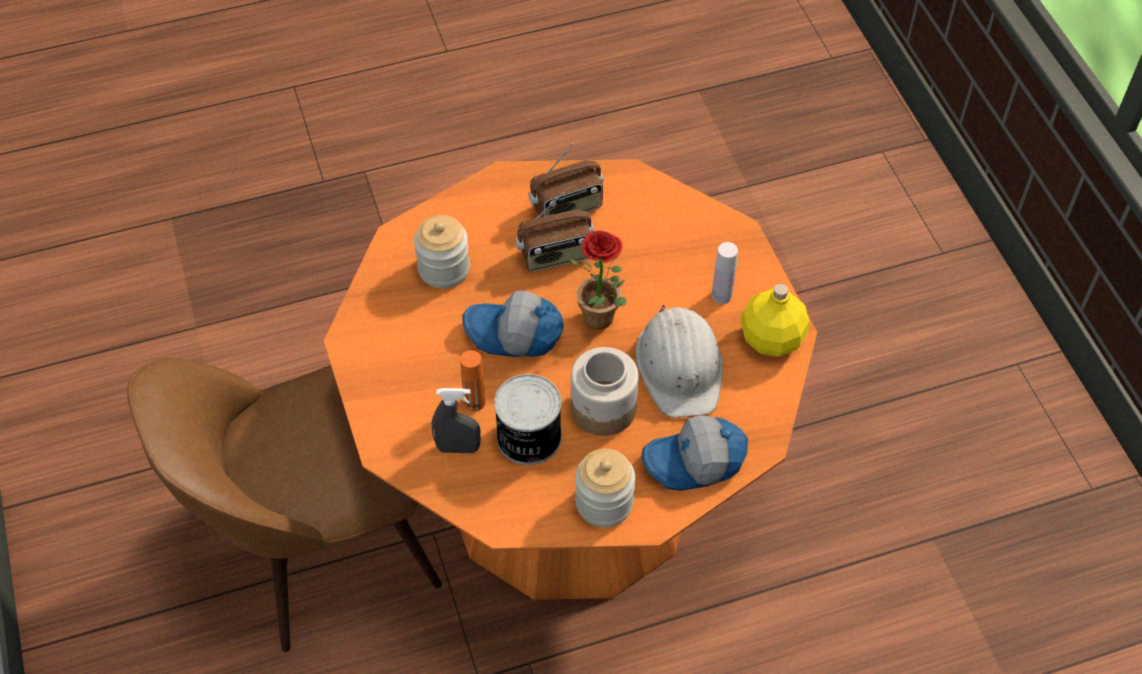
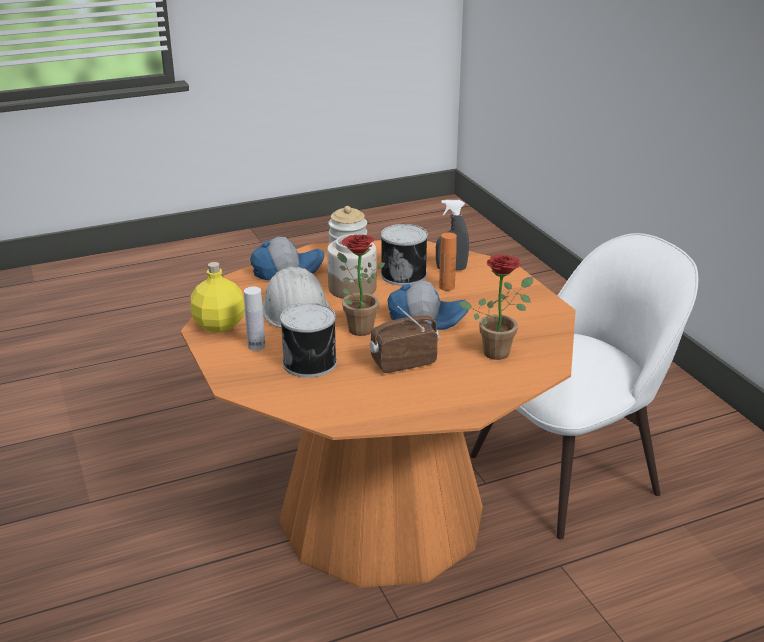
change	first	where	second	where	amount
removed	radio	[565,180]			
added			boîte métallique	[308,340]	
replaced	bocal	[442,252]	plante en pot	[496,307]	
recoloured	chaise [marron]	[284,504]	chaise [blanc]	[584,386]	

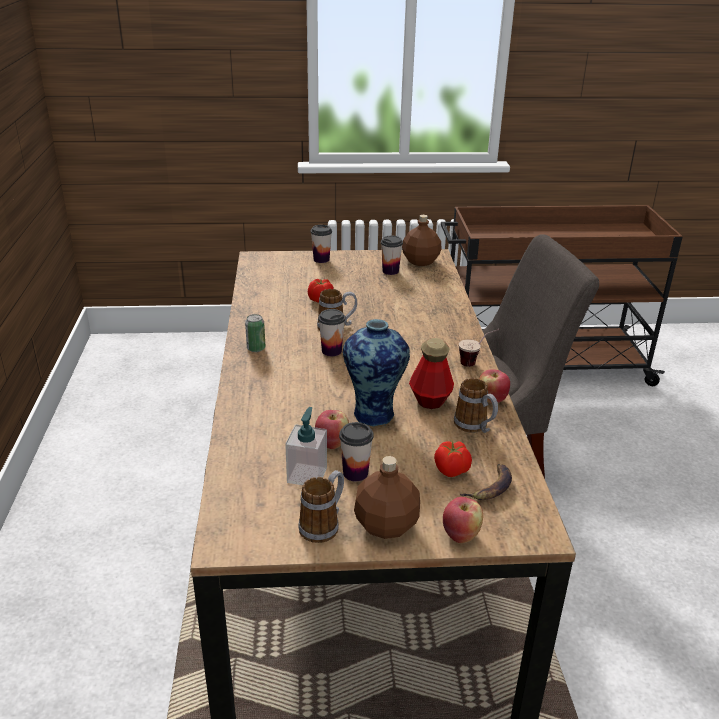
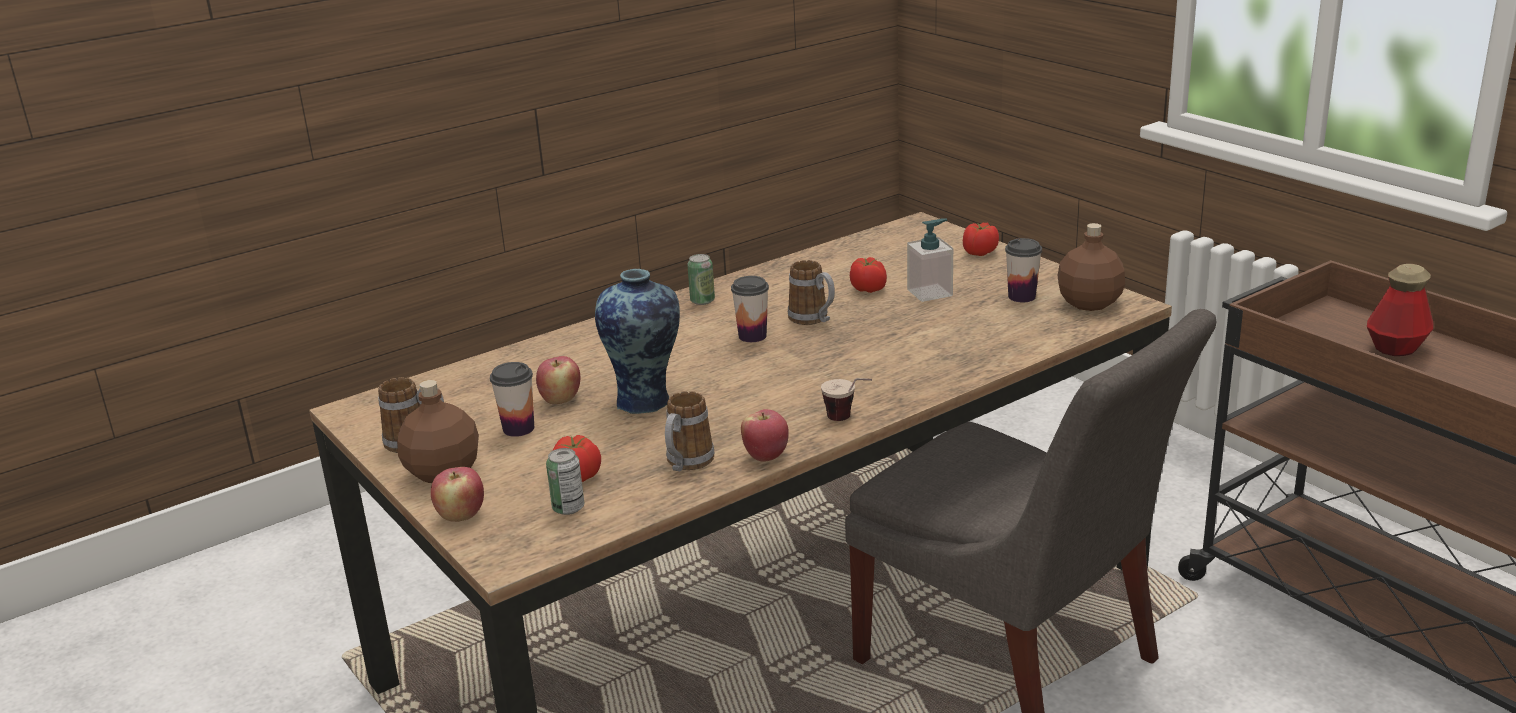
change	first	where	second	where	amount
moved	distributeur de savon	[306,446]		[930,260]	
moved	bouteille	[431,373]		[1400,310]	
replaced	tasse	[321,244]	tomate	[981,239]	
replaced	banane	[486,482]	boîte métallique	[565,481]	

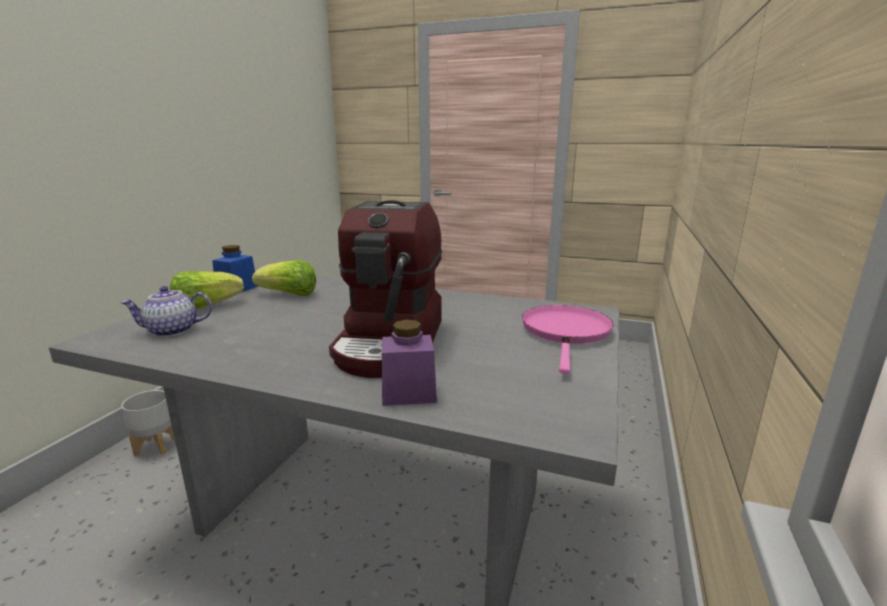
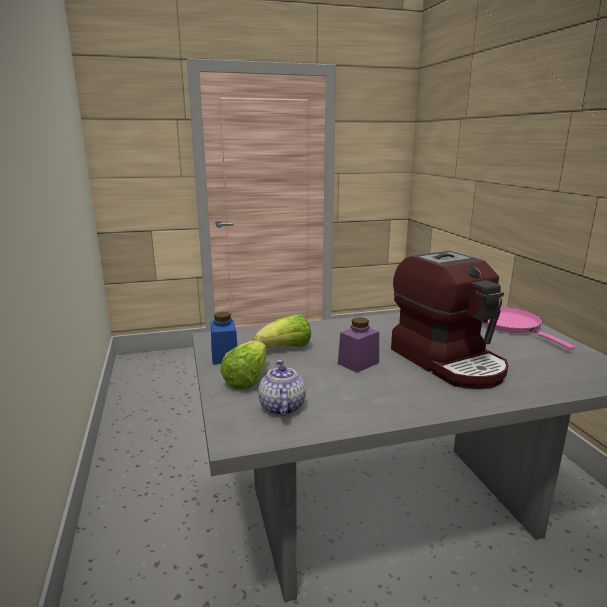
change	first	where	second	where	amount
removed	cache-pot [gris]	[148,423]			
moved	bocal [violet]	[409,363]		[358,345]	
turned	théière	[166,311]		[282,388]	135 degrees clockwise

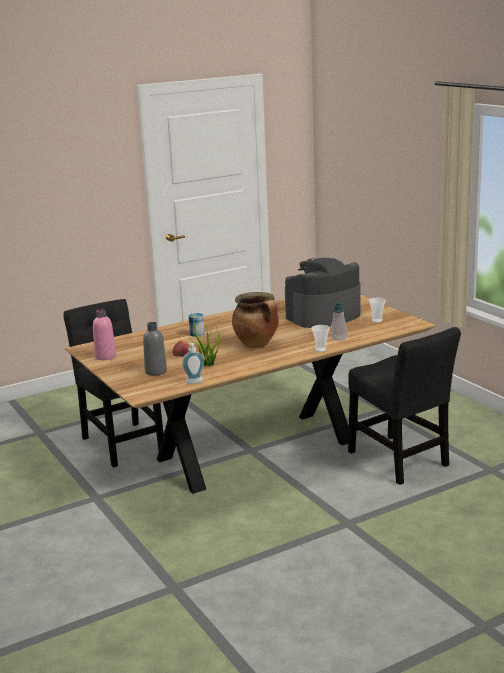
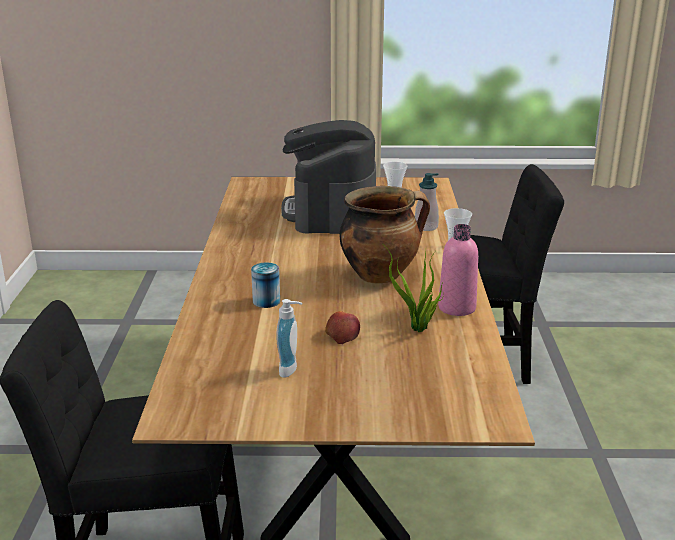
change	first	where	second	where	amount
removed	bouteille [gris]	[155,349]			
moved	bouteille [rose]	[104,334]		[458,270]	
moved	distributeur de savon	[193,363]		[289,338]	

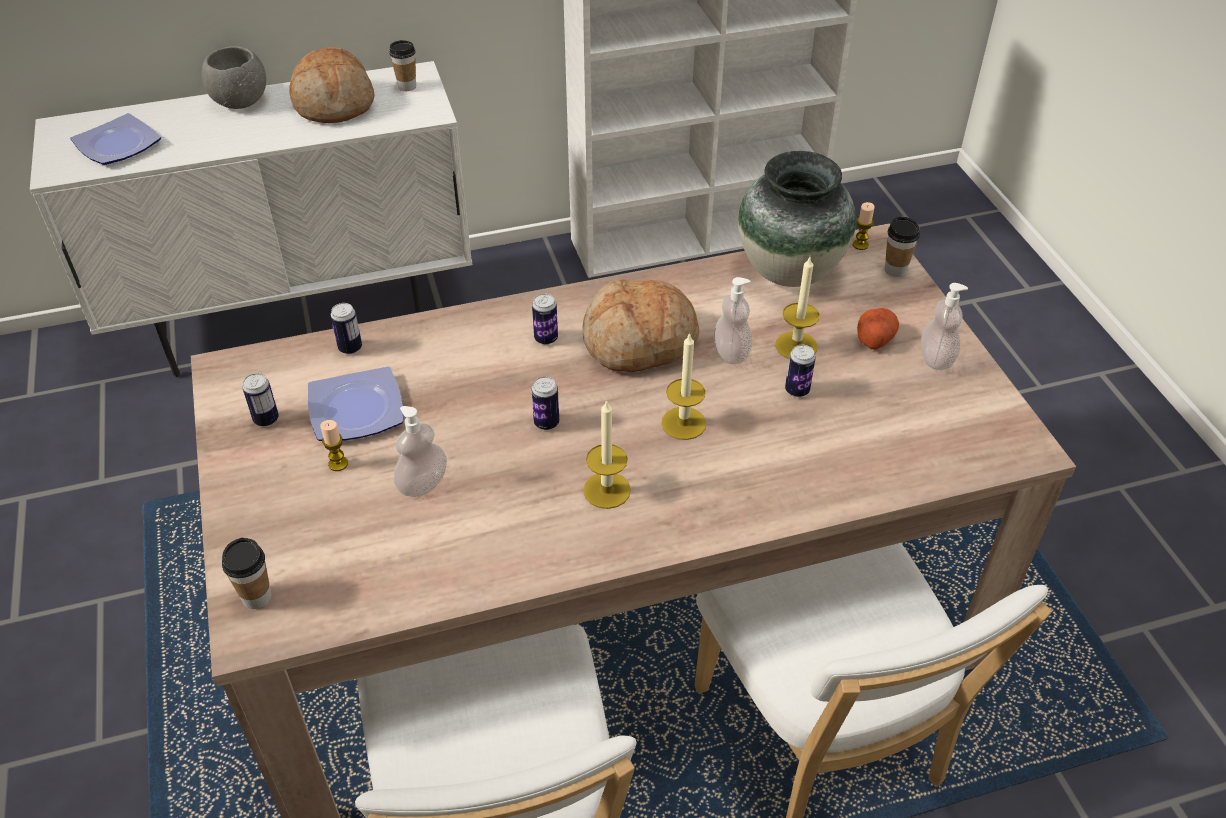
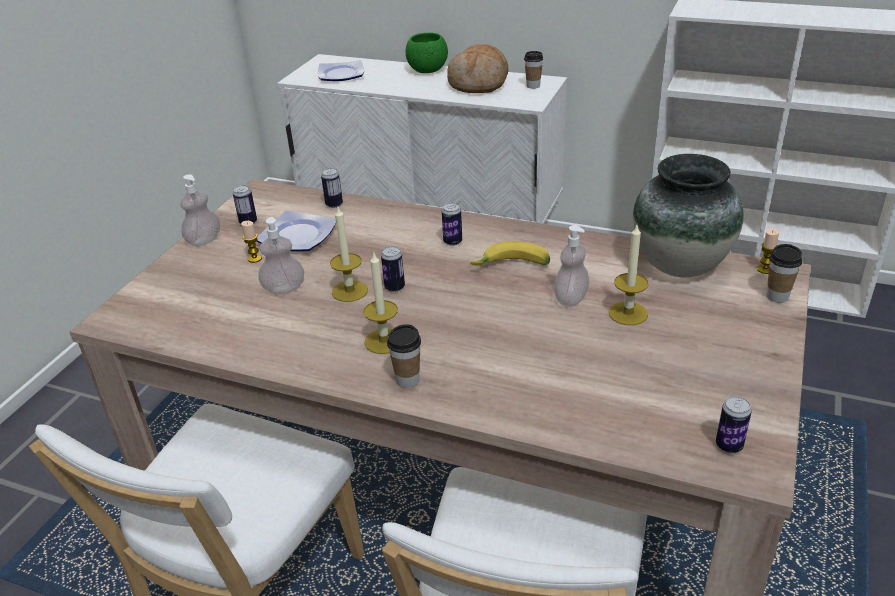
change	first	where	second	where	amount
removed	pomme de terre	[878,329]			
moved	tasse	[246,573]		[404,356]	
moved	bougie	[683,386]		[349,254]	
moved	boîte métallique	[800,371]		[734,424]	
moved	distributeur de savon	[944,326]		[200,210]	
replaced	pain	[640,325]	banane	[510,253]	
recoloured	bol [gris]	[233,77]	bol [vert]	[427,53]	

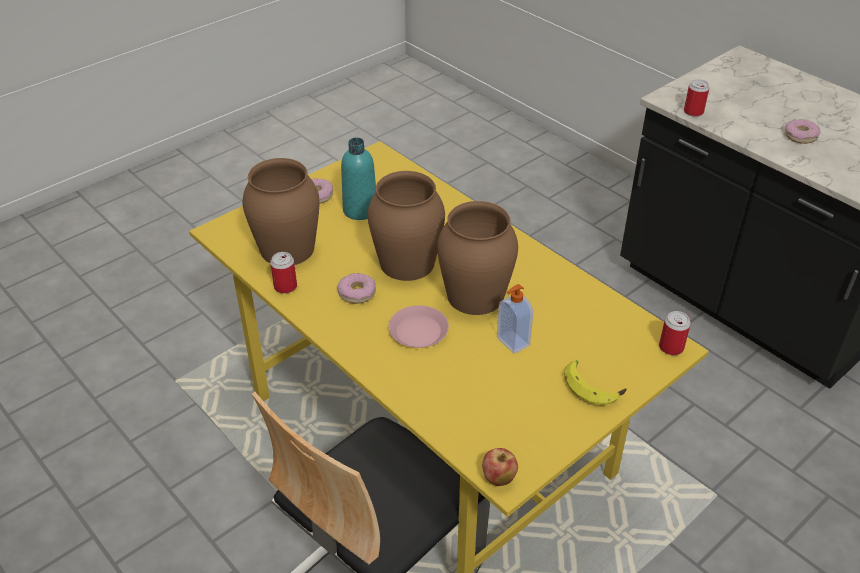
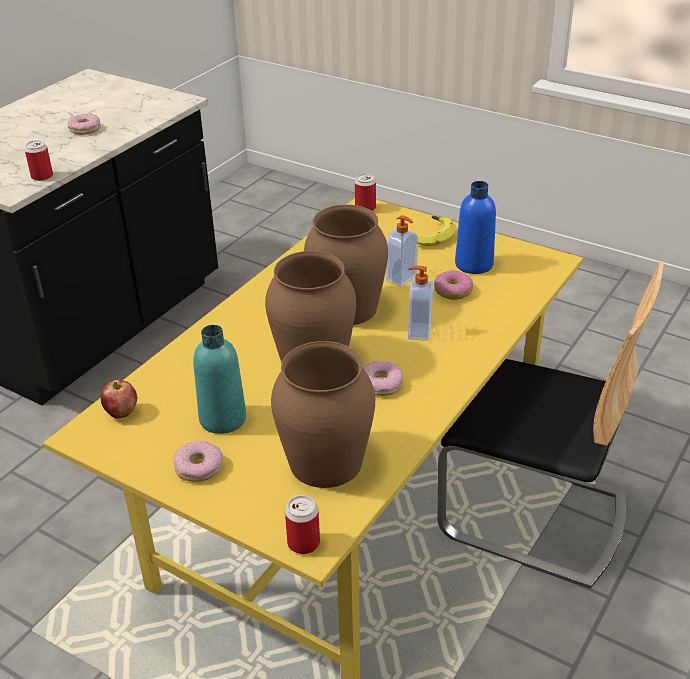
change	first	where	second	where	amount
added			beignet	[453,285]	
added			bouteille [bleu]	[475,227]	
moved	boîte métallique	[283,273]		[302,524]	
moved	pomme	[500,467]		[119,399]	
replaced	assiette [rose]	[418,326]	distributeur de savon	[420,303]	

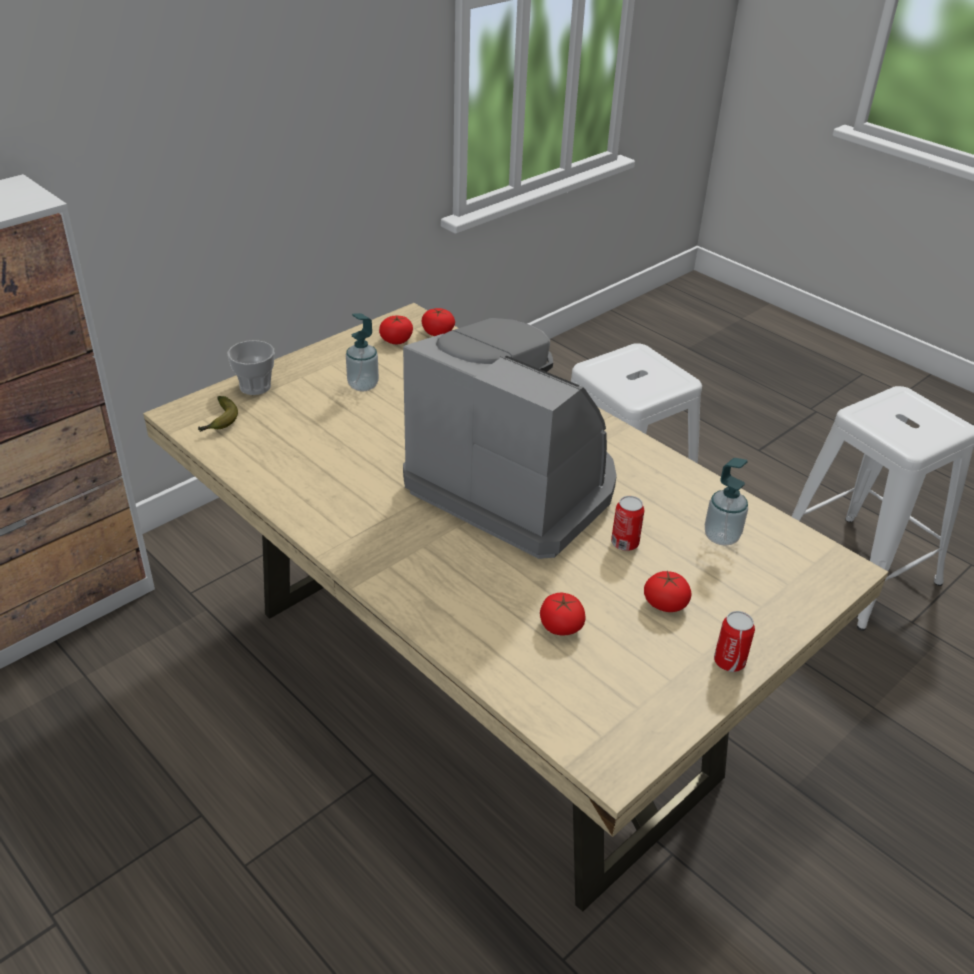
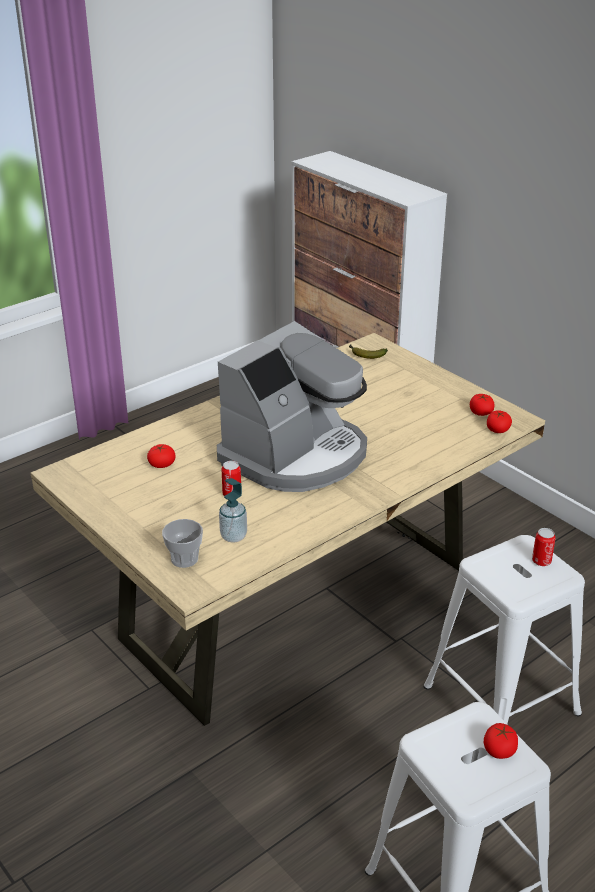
change	first	where	second	where	amount
removed	distributeur de savon	[362,352]			
moved	tasse	[251,367]		[182,543]	
moved	tomate	[668,591]		[501,741]	
moved	boîte métallique	[734,641]		[544,547]	

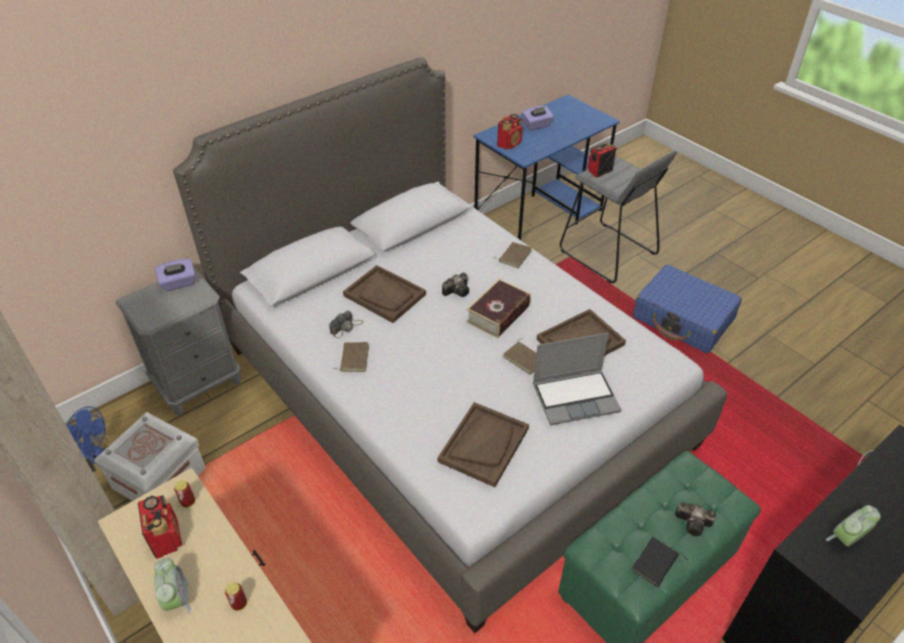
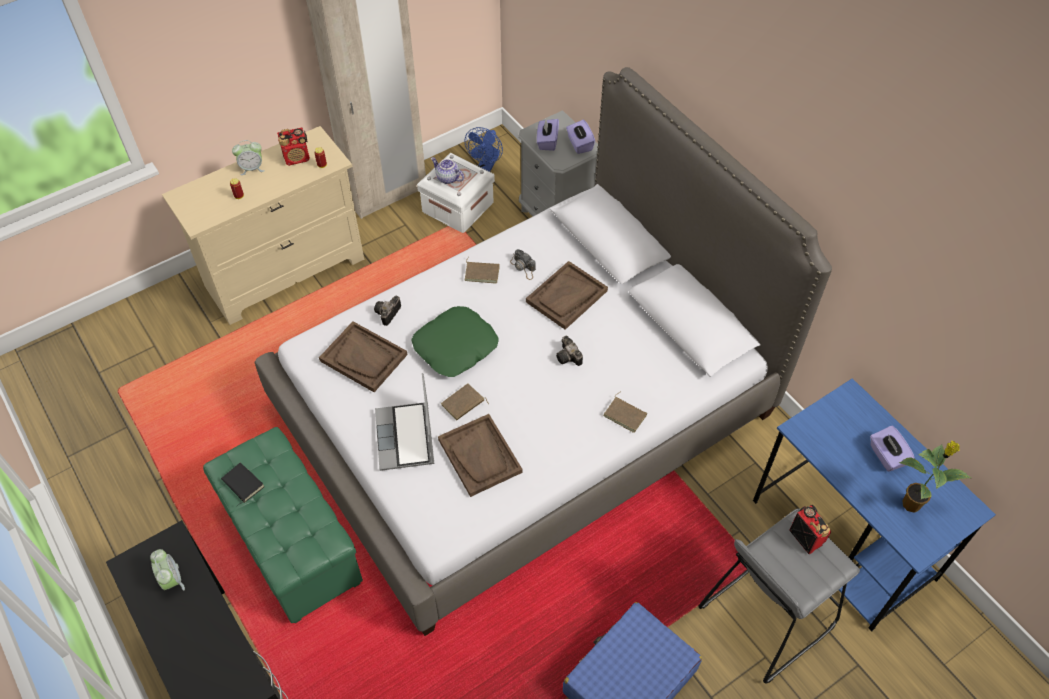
change	first	where	second	where	amount
removed	livre	[498,308]			
removed	radio	[510,132]			
added			coussin [vert]	[455,341]	
added			théière	[447,170]	
added			boîte à mouchoirs [violet]	[548,135]	
added			plante en pot	[935,477]	
moved	appareil photo	[695,519]		[387,311]	

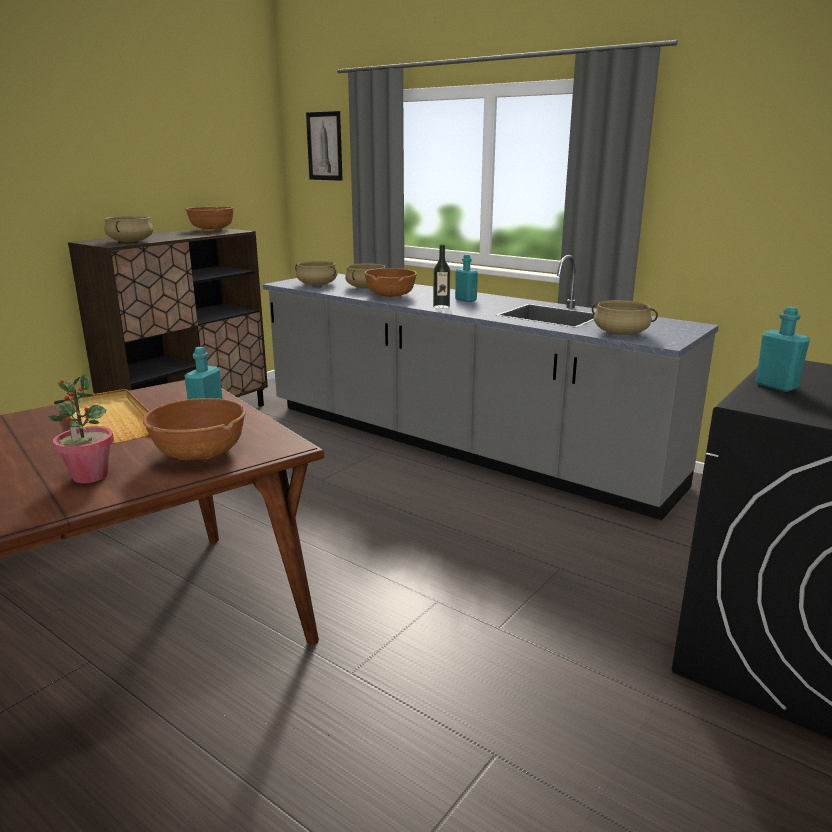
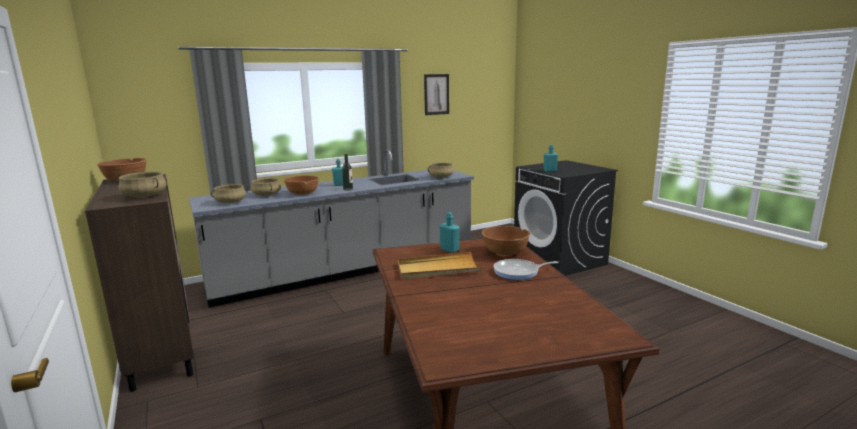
change	first	where	second	where	amount
moved	tableau	[324,146]		[436,94]	
replaced	plante en pot	[81,428]	poêle	[526,269]	

